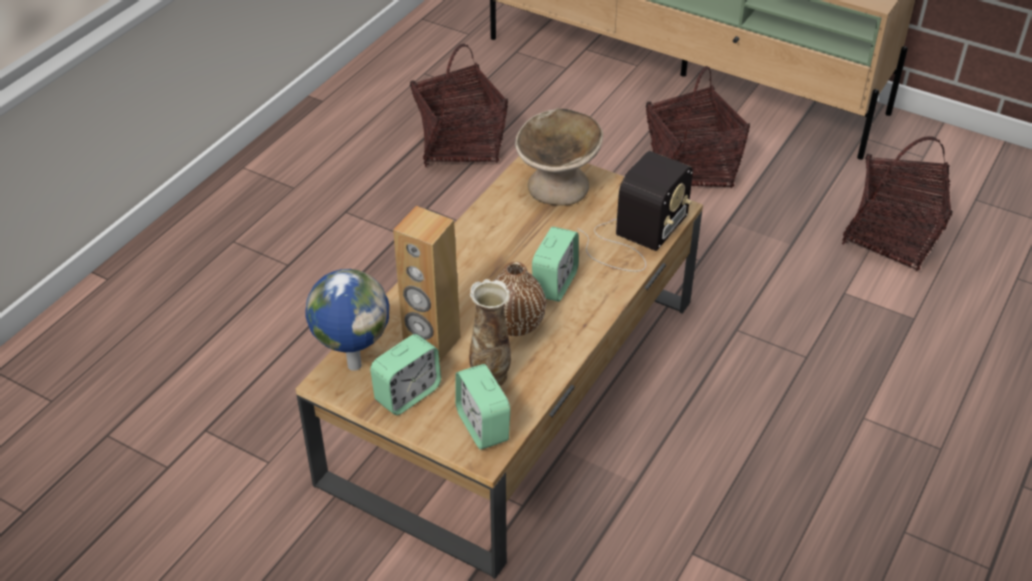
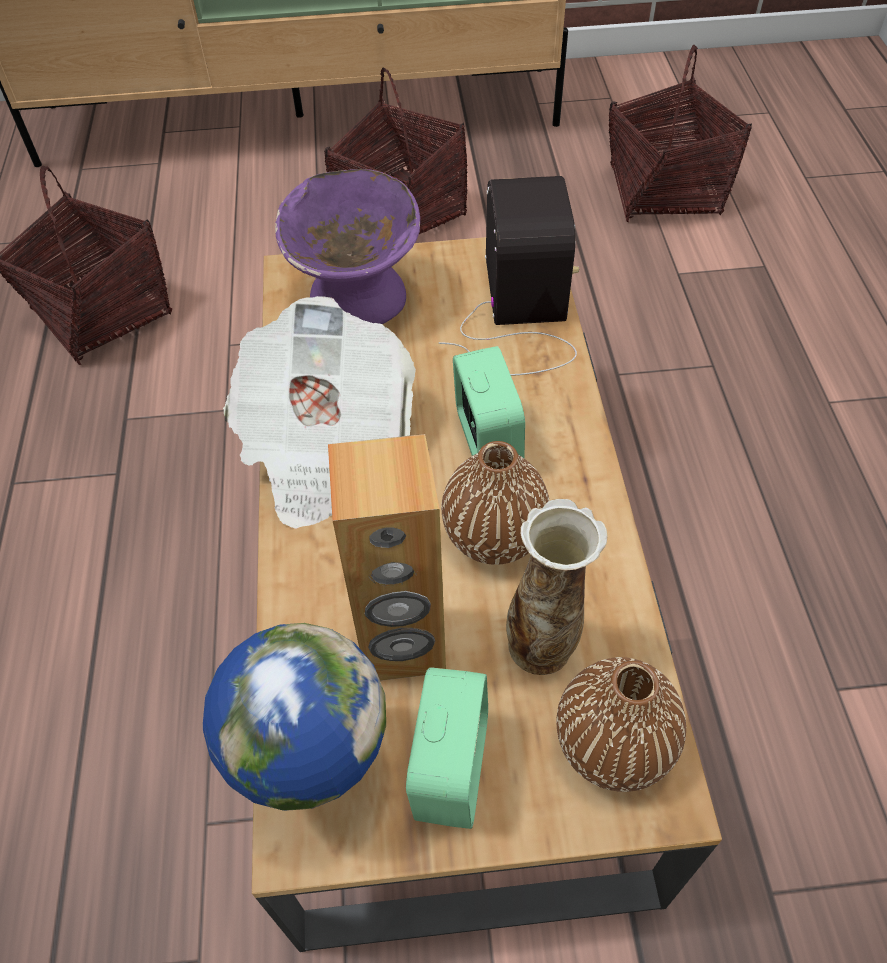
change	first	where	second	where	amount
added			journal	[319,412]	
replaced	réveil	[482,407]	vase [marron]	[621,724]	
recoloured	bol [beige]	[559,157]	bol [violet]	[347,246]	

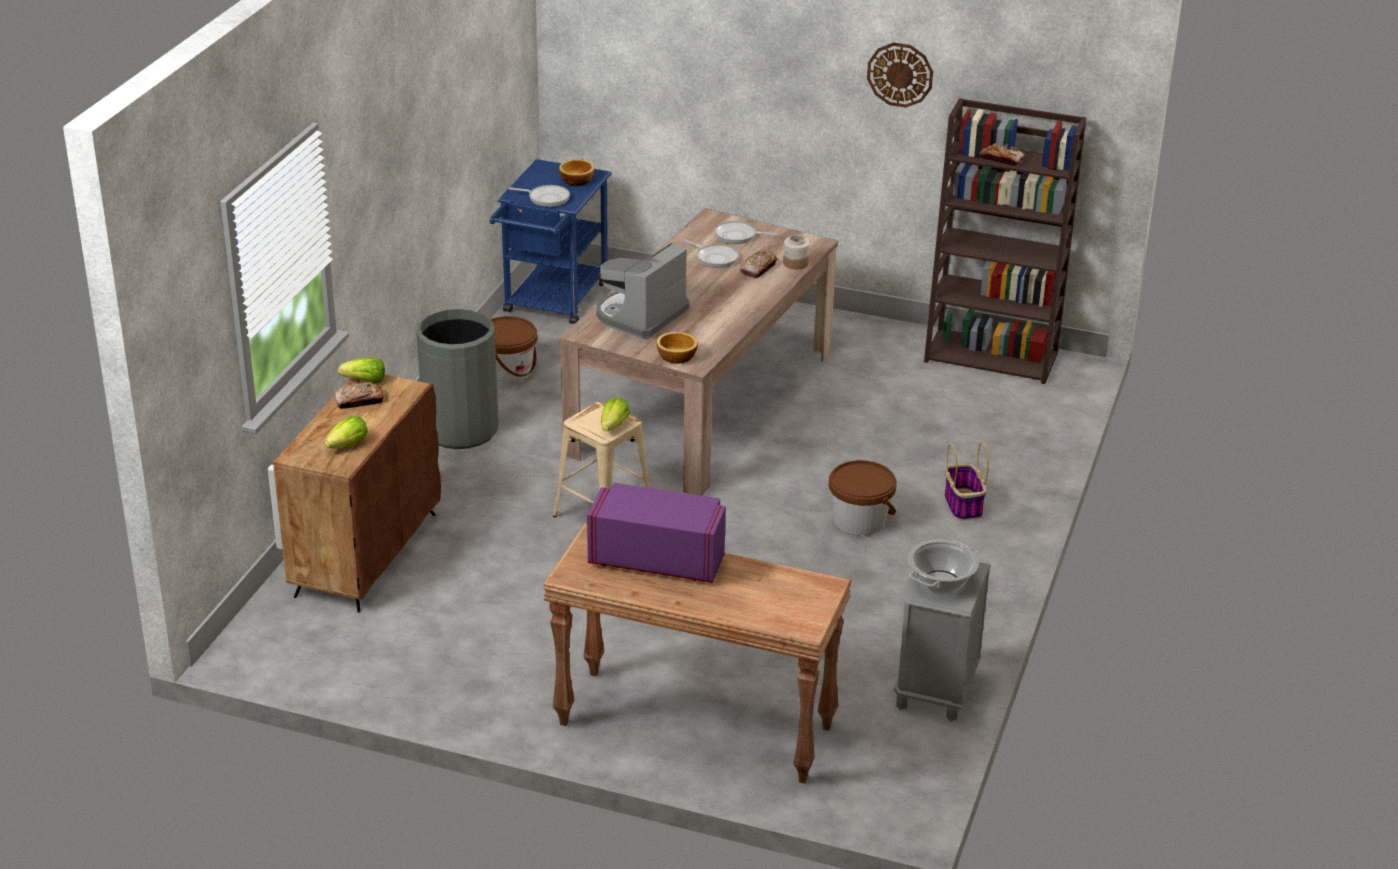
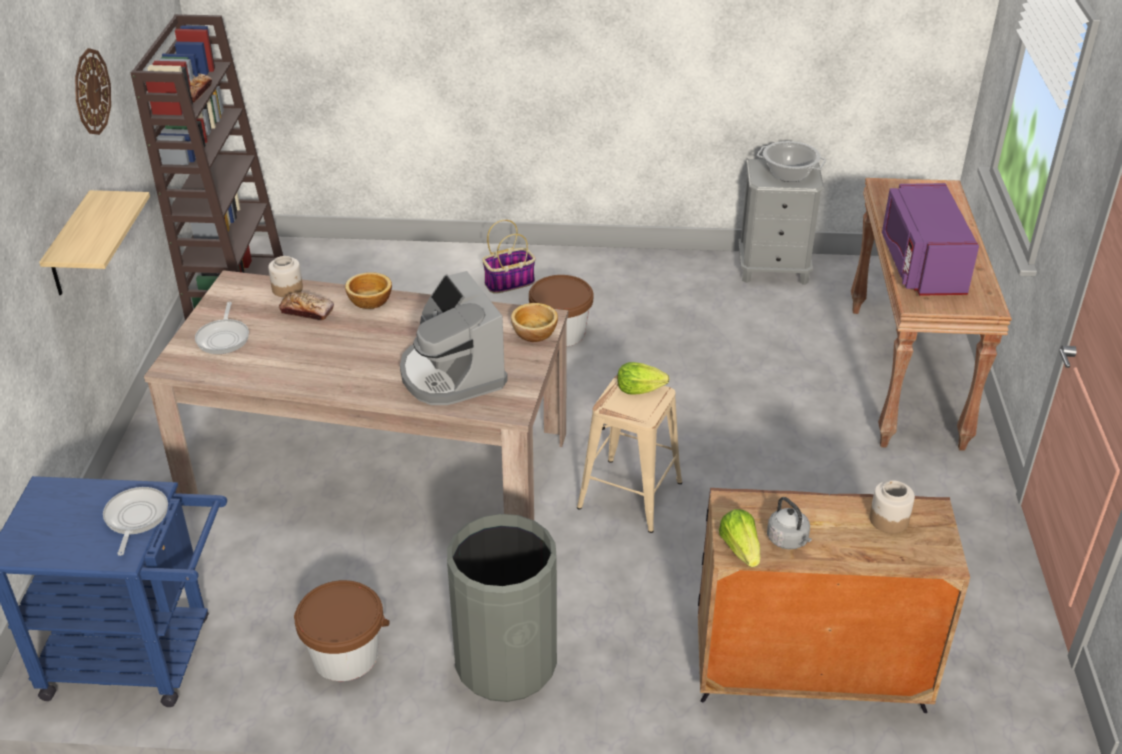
change	first	where	second	where	amount
removed	poêle	[711,253]			
added			étagère	[94,242]	
moved	bol	[576,172]		[368,290]	
replaced	laitue	[346,432]	bocal	[892,506]	
replaced	pain	[359,396]	bouilloire [gris]	[789,523]	
turned	machine à café	[642,291]		[454,338]	45 degrees clockwise

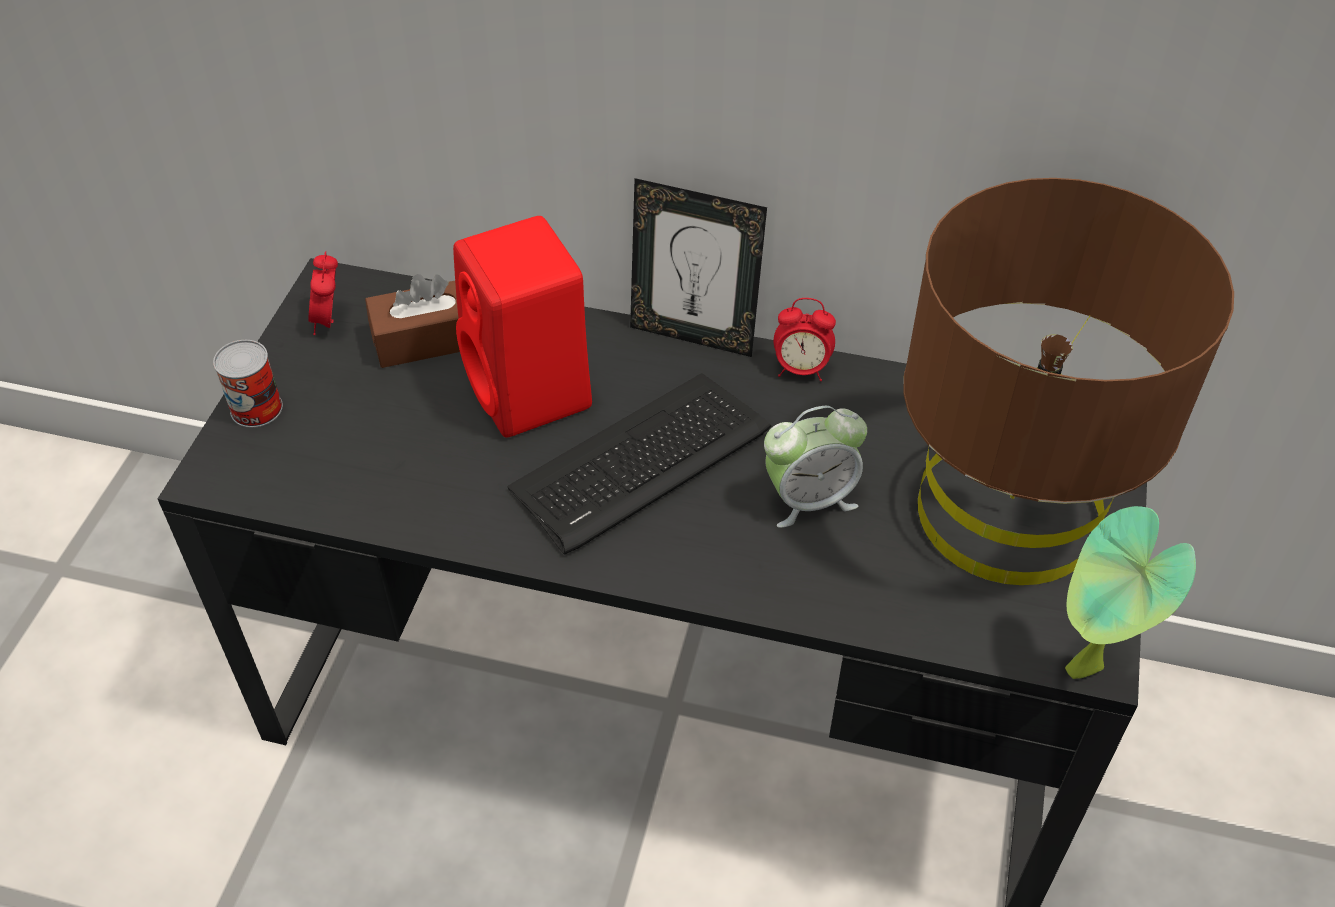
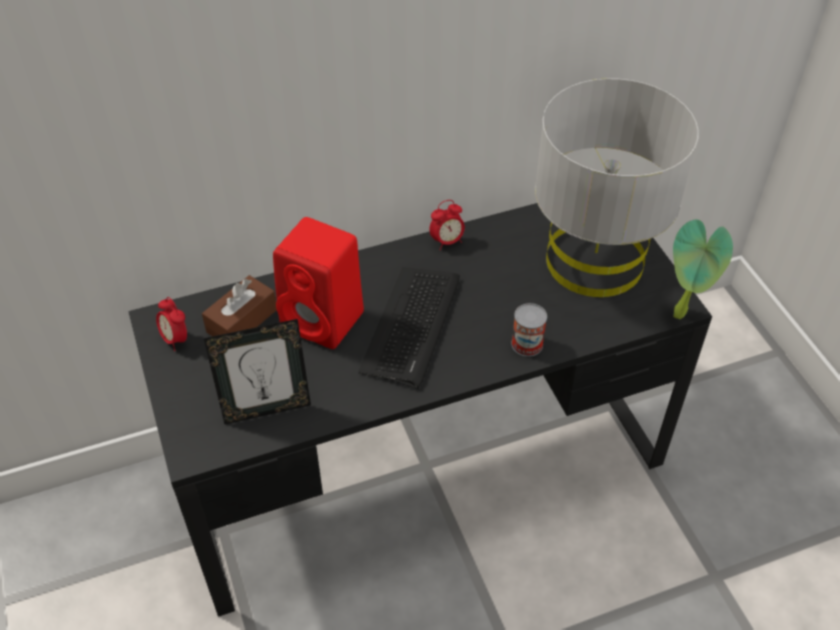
change	first	where	second	where	amount
removed	réveil	[815,467]			
moved	boîte métallique	[248,384]		[529,330]	
moved	cadre photo	[698,267]		[257,371]	
recoloured	lampe de table [marron]	[1068,381]	lampe de table [gris]	[617,187]	

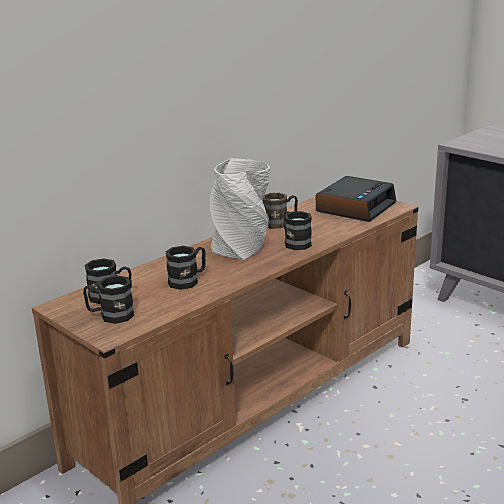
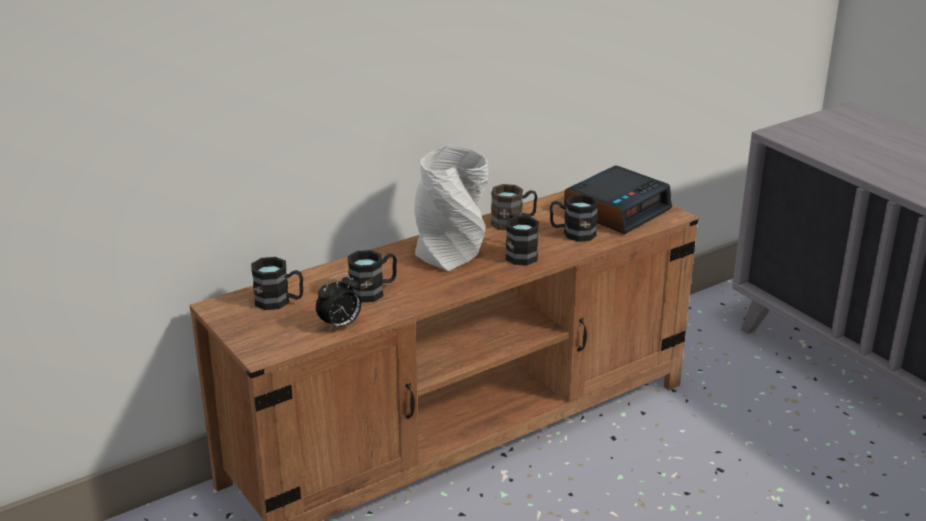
change	first	where	second	where	amount
added			réveil	[338,302]	
moved	mug [noir]	[108,299]		[574,218]	

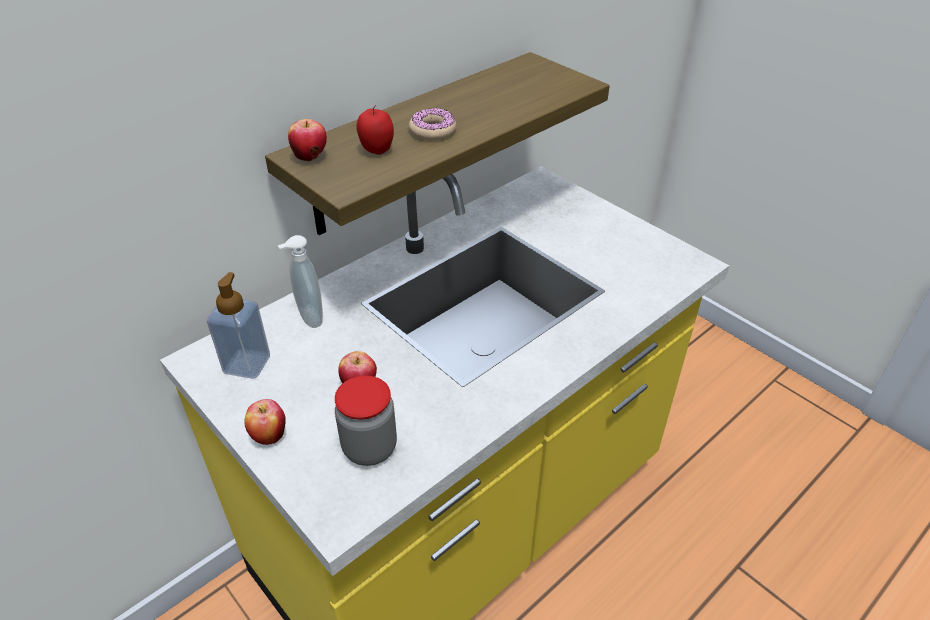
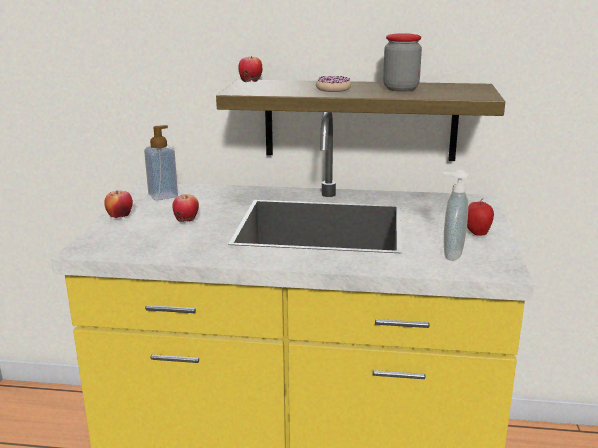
change	first	where	second	where	amount
moved	distributeur de savon	[300,281]		[456,215]	
moved	bocal	[366,420]		[402,62]	
moved	pomme	[375,130]		[480,217]	

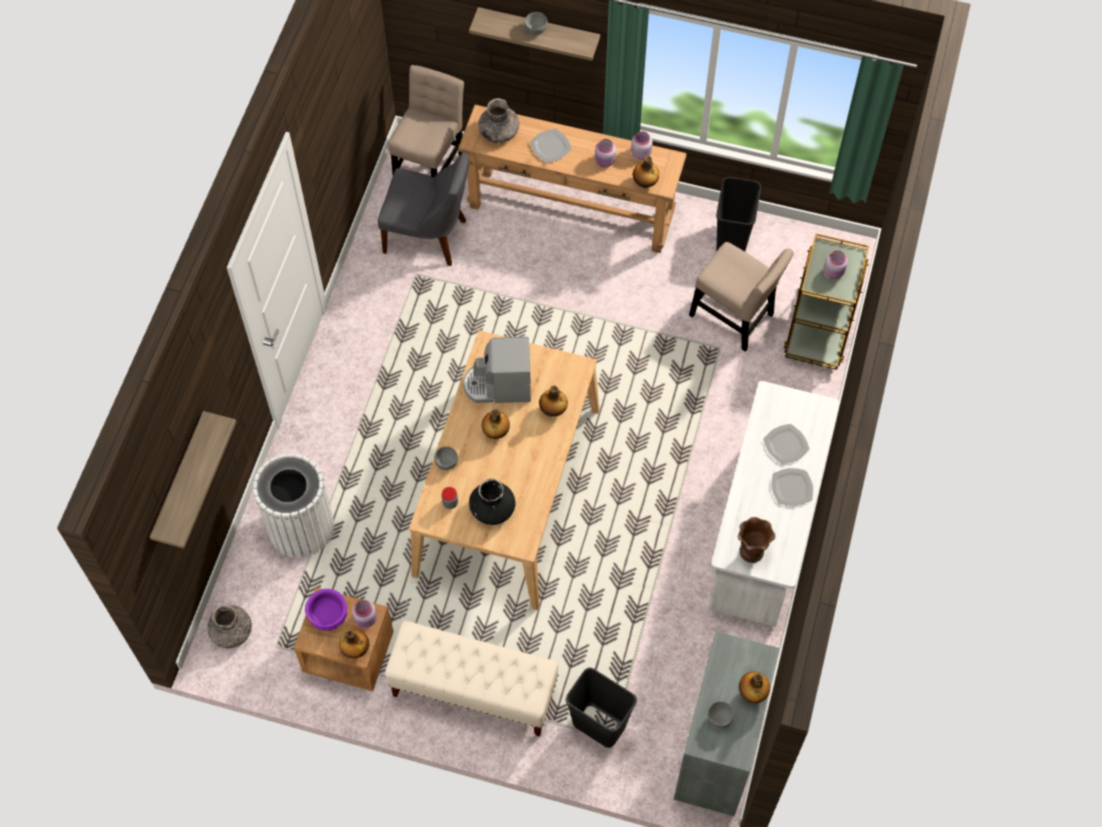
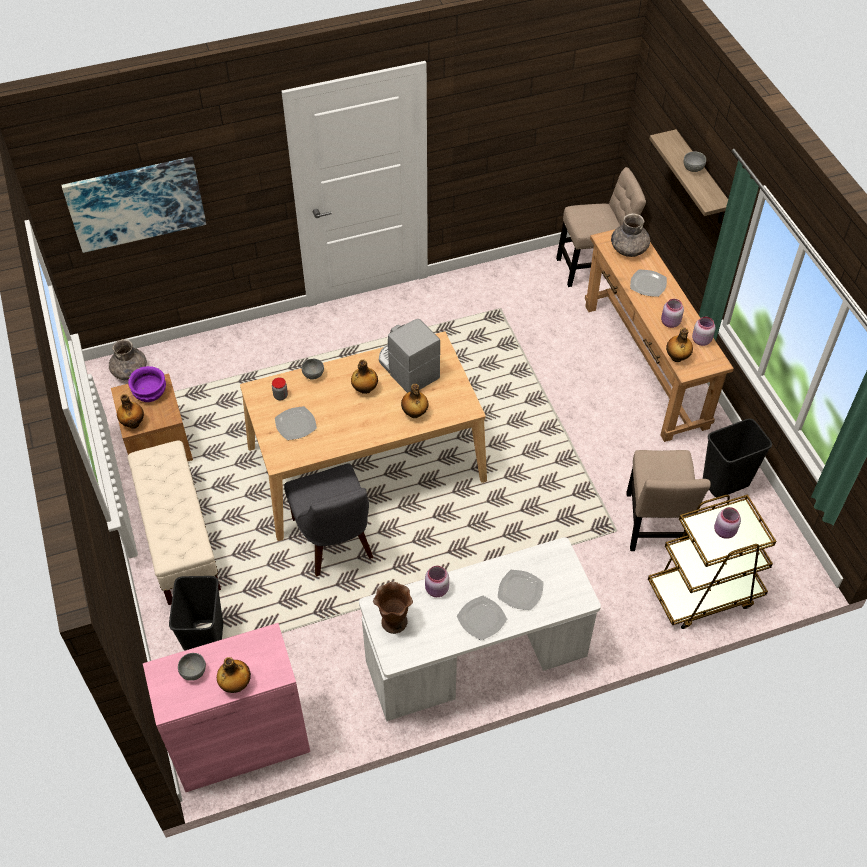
change	first	where	second	where	amount
removed	poubelle [blanc]	[293,505]			
moved	bocal [rose]	[364,614]		[437,581]	
moved	chaise [gris]	[423,209]		[328,519]	
replaced	étagère	[193,479]	tableau	[133,205]	
replaced	vase [noir]	[492,502]	assiette	[296,423]	
recoloured	meuble de rangement [gris]	[726,723]	meuble de rangement [rose]	[226,707]	

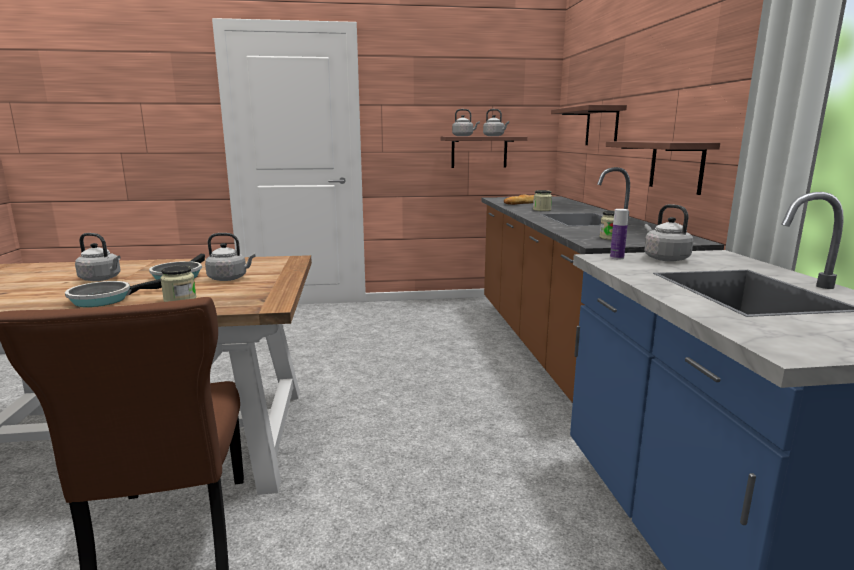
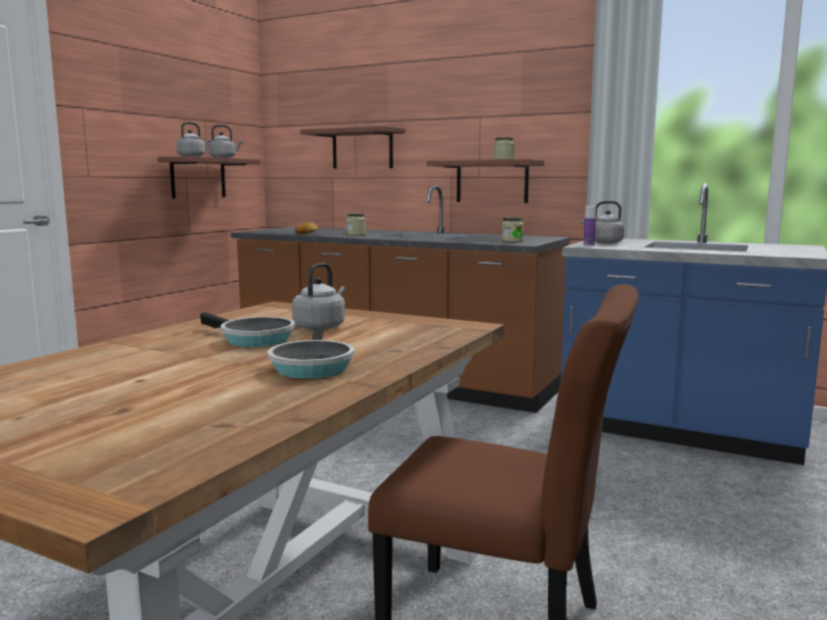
change	first	where	second	where	amount
removed	bouilloire [gris]	[98,257]			
moved	bocal	[178,284]		[504,148]	

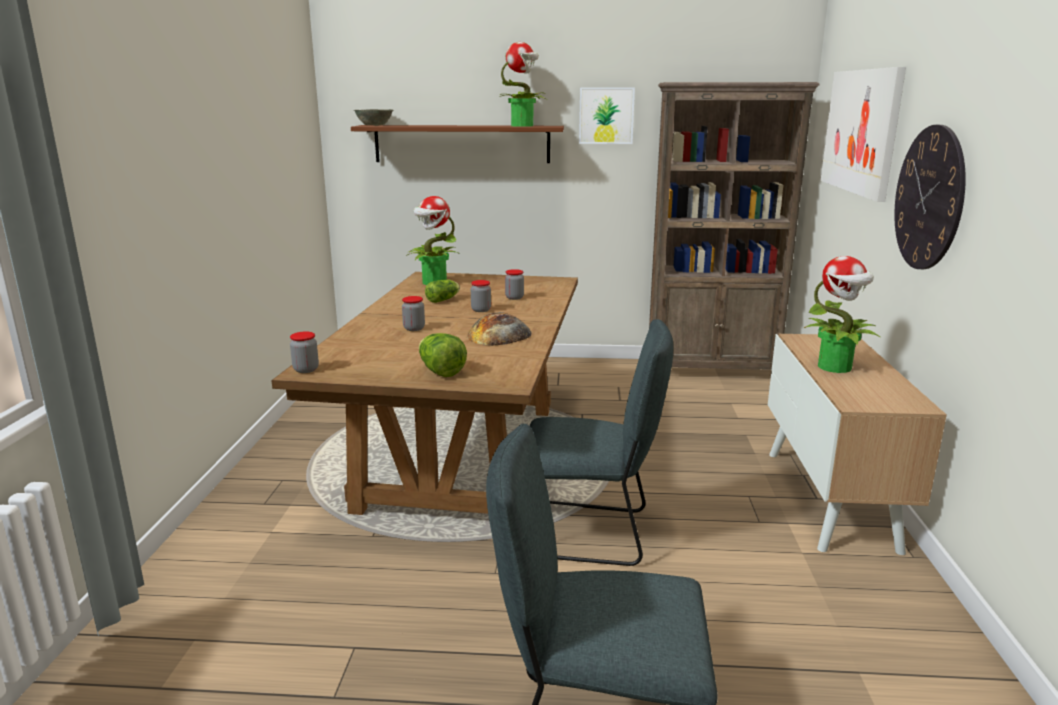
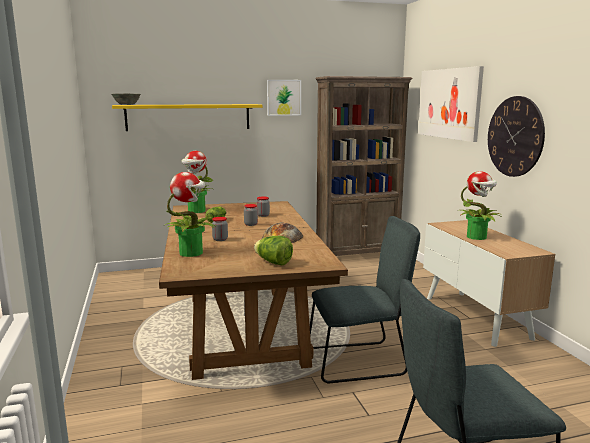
change	first	where	second	where	amount
removed	bocal	[304,352]			
moved	plante en pot	[523,84]		[191,214]	
recoloured	étagère [marron]	[457,144]	étagère [jaune]	[187,117]	

